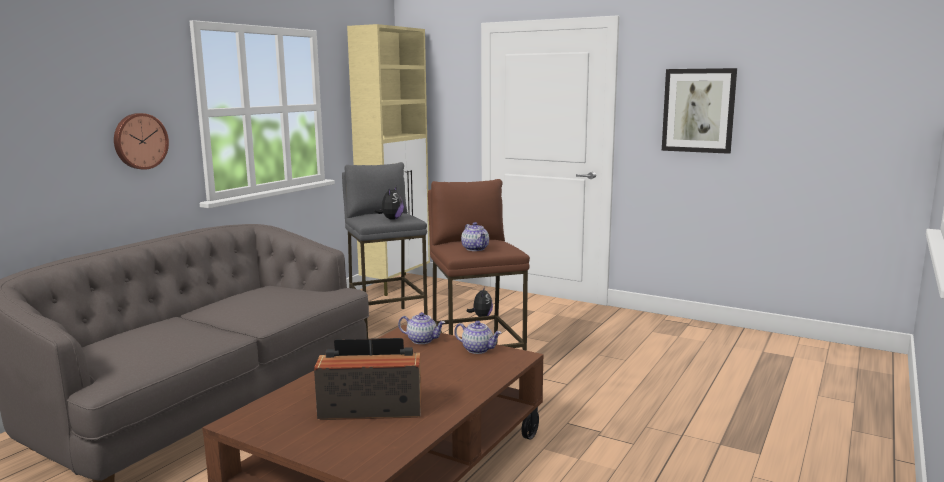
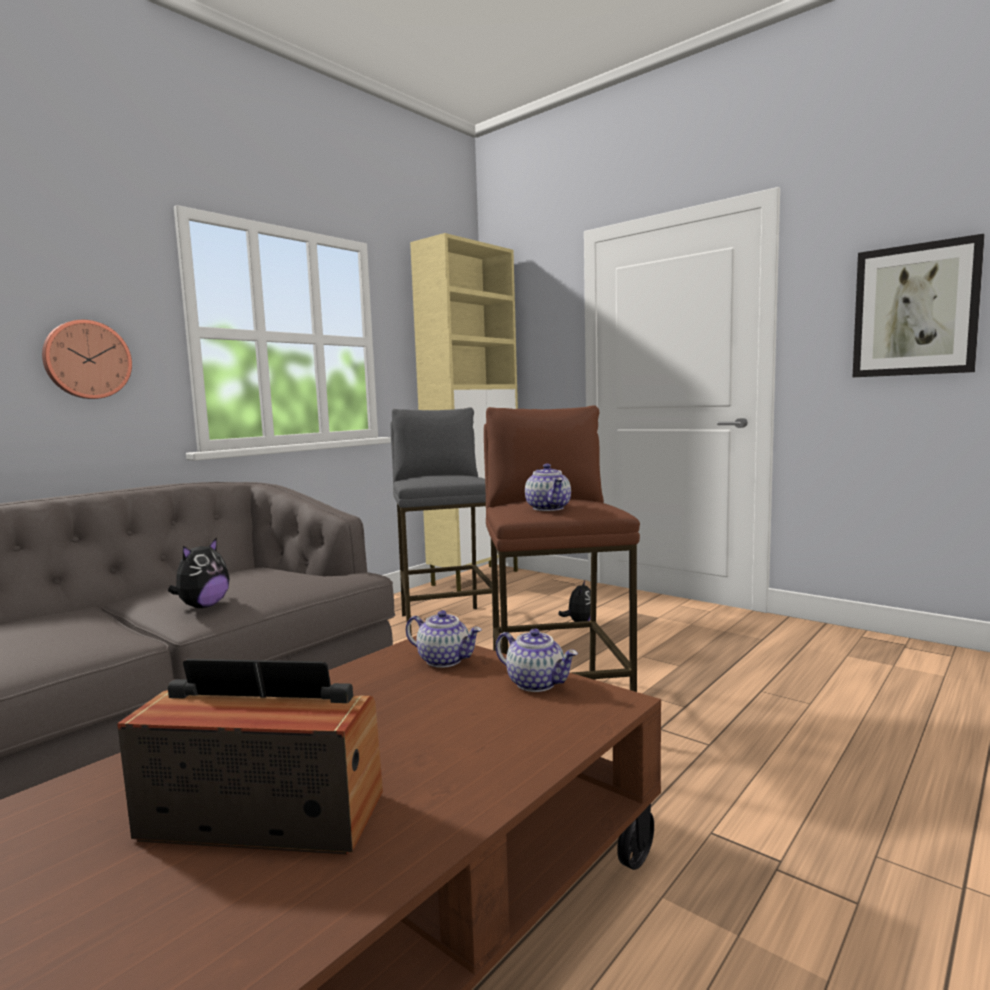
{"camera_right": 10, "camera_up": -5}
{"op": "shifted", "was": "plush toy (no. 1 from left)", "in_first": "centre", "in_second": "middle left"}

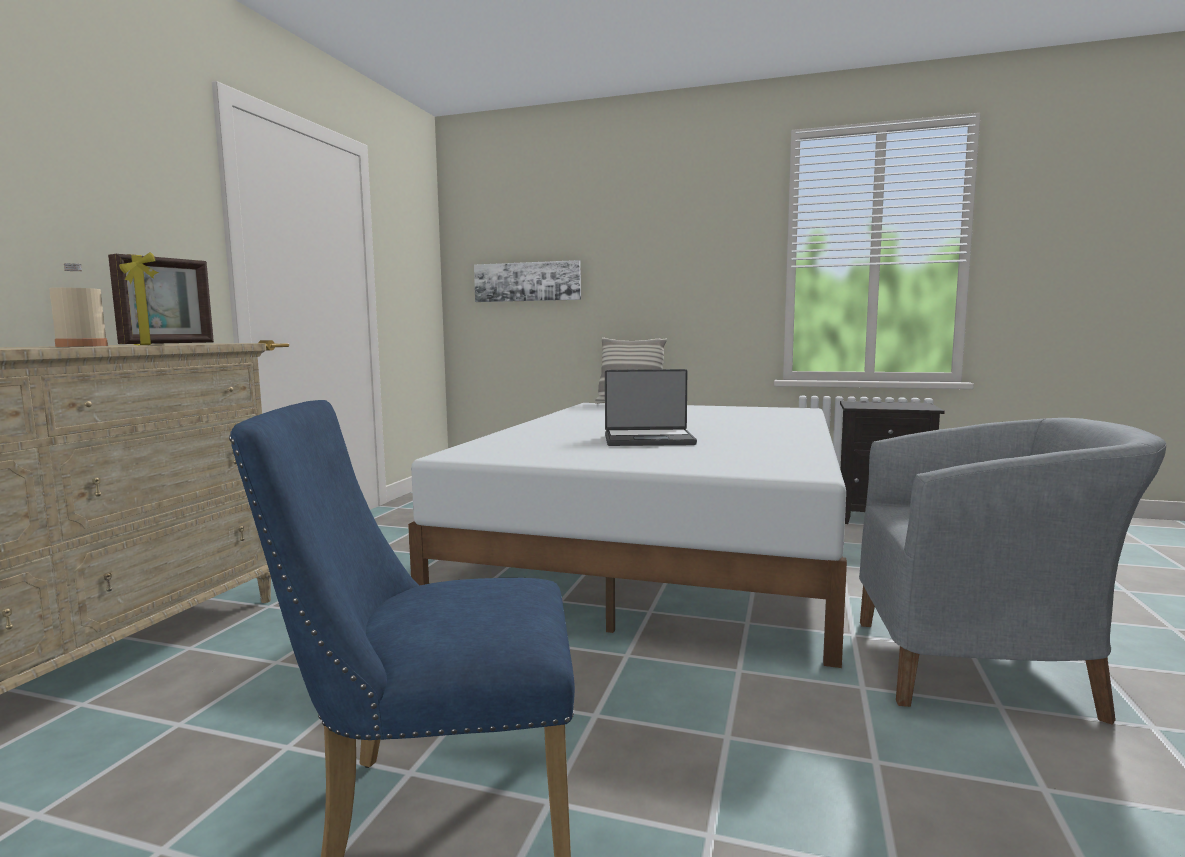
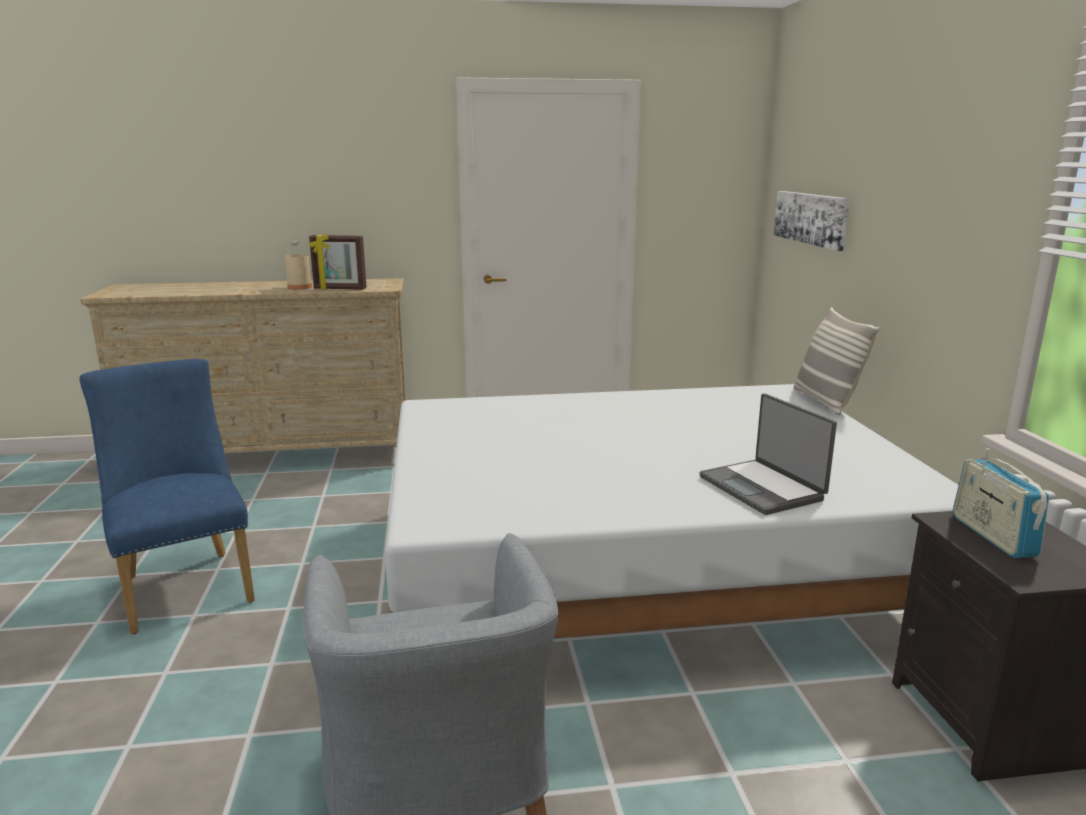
{"camera_right": 65, "camera_up": 10}
{"op": "shifted", "was": "portable computer", "in_first": "centre", "in_second": "middle right"}
{"op": "new", "now": "radio receiver", "in_second": "middle right"}

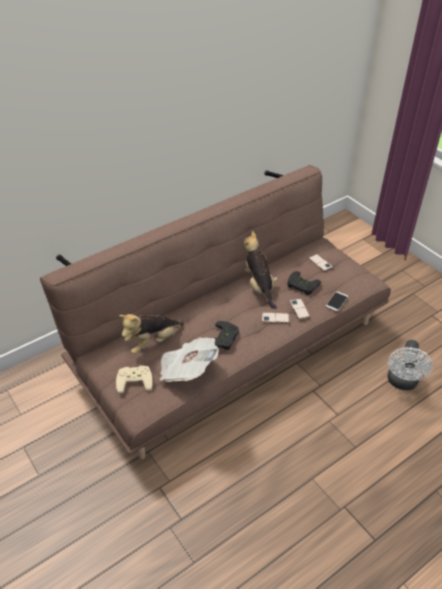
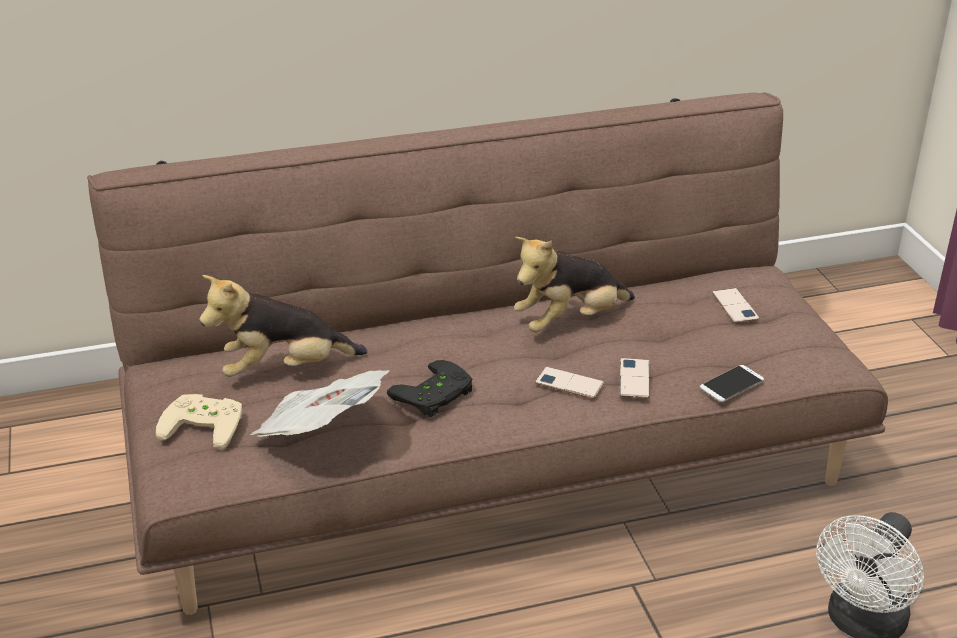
{"camera_right": 20, "camera_up": -10}
{"op": "rotated", "was": "plush toy (no. 2 from left)", "in_first": "centre", "in_second": "centre", "clockwise": -120}
{"op": "gone", "was": "joypad/black-coloured (no. 2 from left)", "in_first": "middle right"}

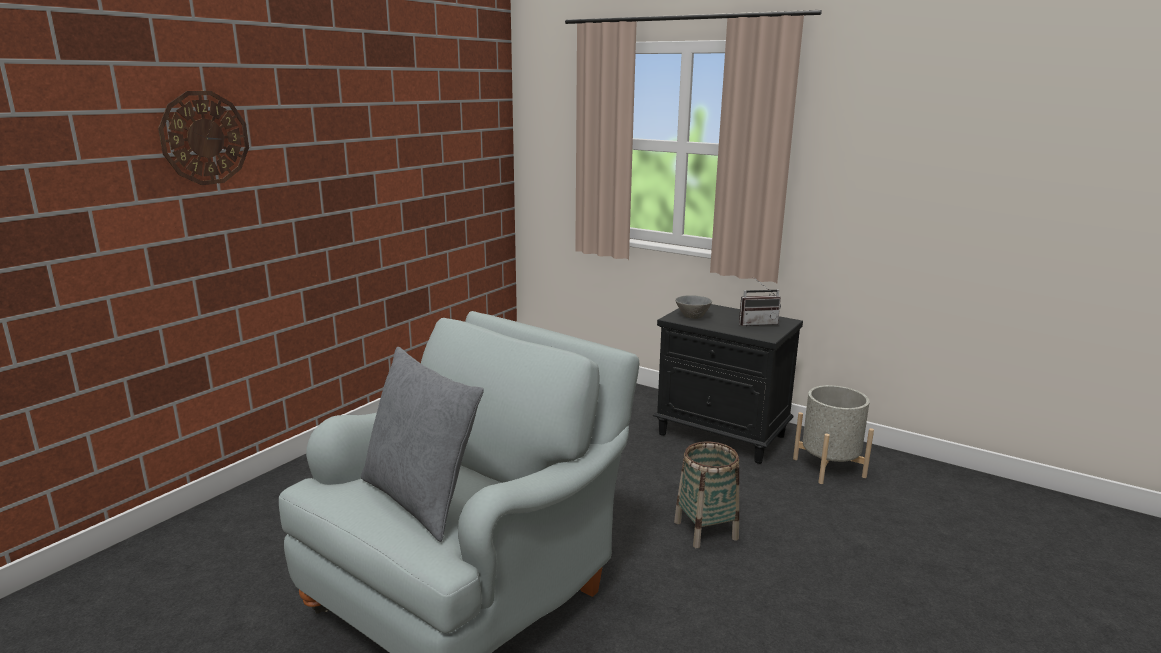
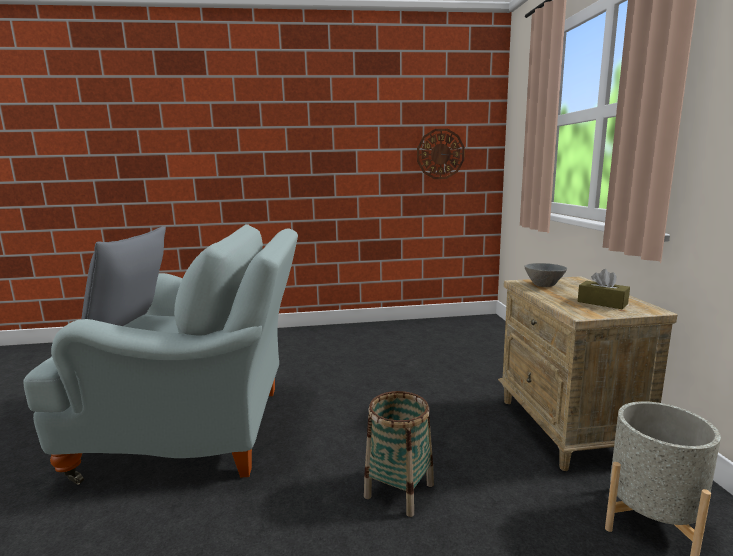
{"camera_right": 50, "camera_up": -5}
{"op": "shifted", "was": "clock on the wall", "in_first": "top left", "in_second": "top centre"}
{"op": "swapped", "was": "radio receiver", "now": "tissue box/brown", "in_first": "centre", "in_second": "middle right"}
{"op": "repainted", "was": "night table/black-coloured", "now": "night table/beige", "in_first": "centre", "in_second": "bottom right"}

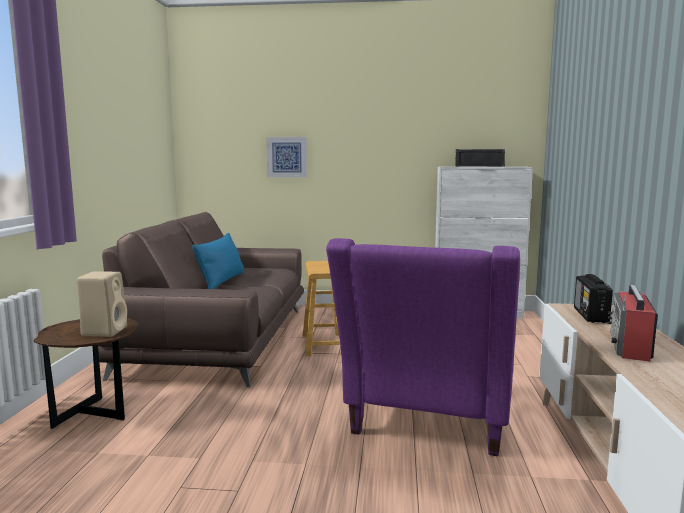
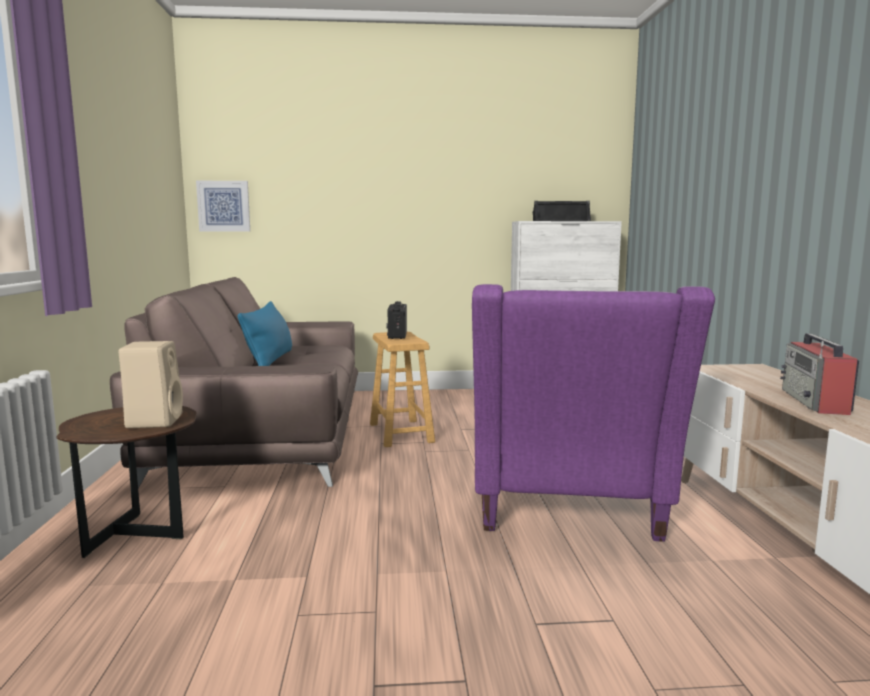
{"camera_right": -10, "camera_up": 0}
{"op": "shifted", "was": "wall picture", "in_first": "top centre", "in_second": "top left"}
{"op": "shifted", "was": "radio receiver (no. 1 from left)", "in_first": "middle right", "in_second": "centre"}

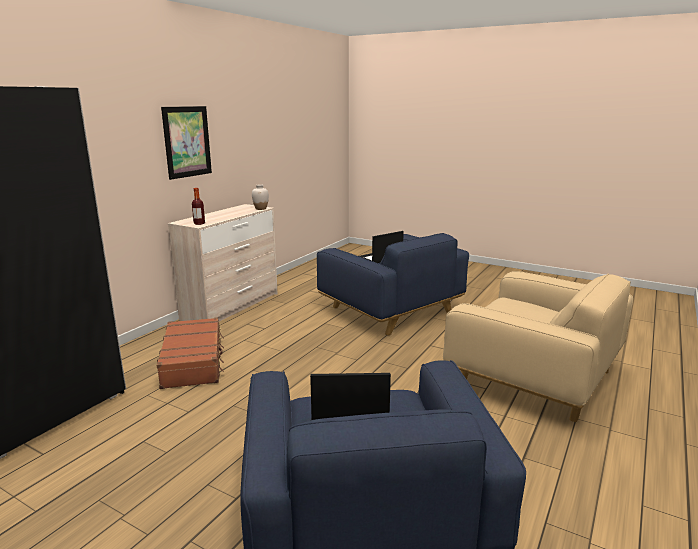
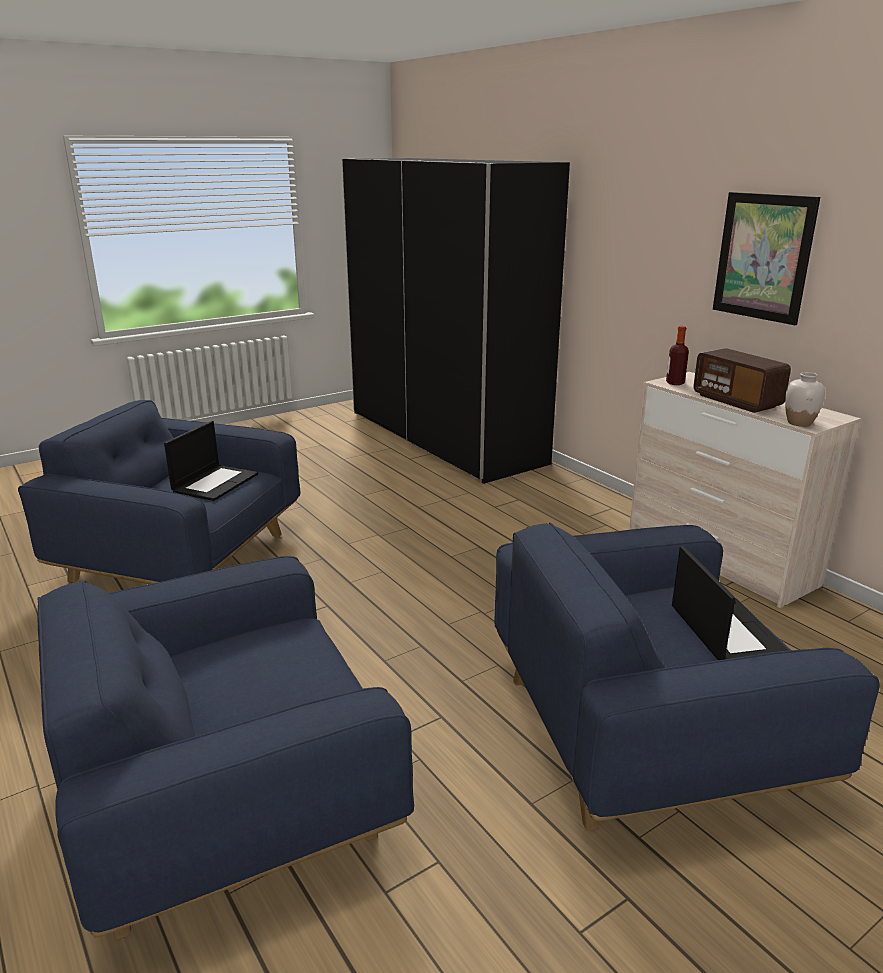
{"camera_right": 115, "camera_up": 5}
{"op": "repainted", "was": "lounge chair/beige", "now": "lounge chair/blue-coloured (no. 2 from left)", "in_first": "middle right", "in_second": "bottom left"}
{"op": "gone", "was": "suitcase/brown", "in_first": "middle left"}
{"op": "new", "now": "radio receiver", "in_second": "middle right"}

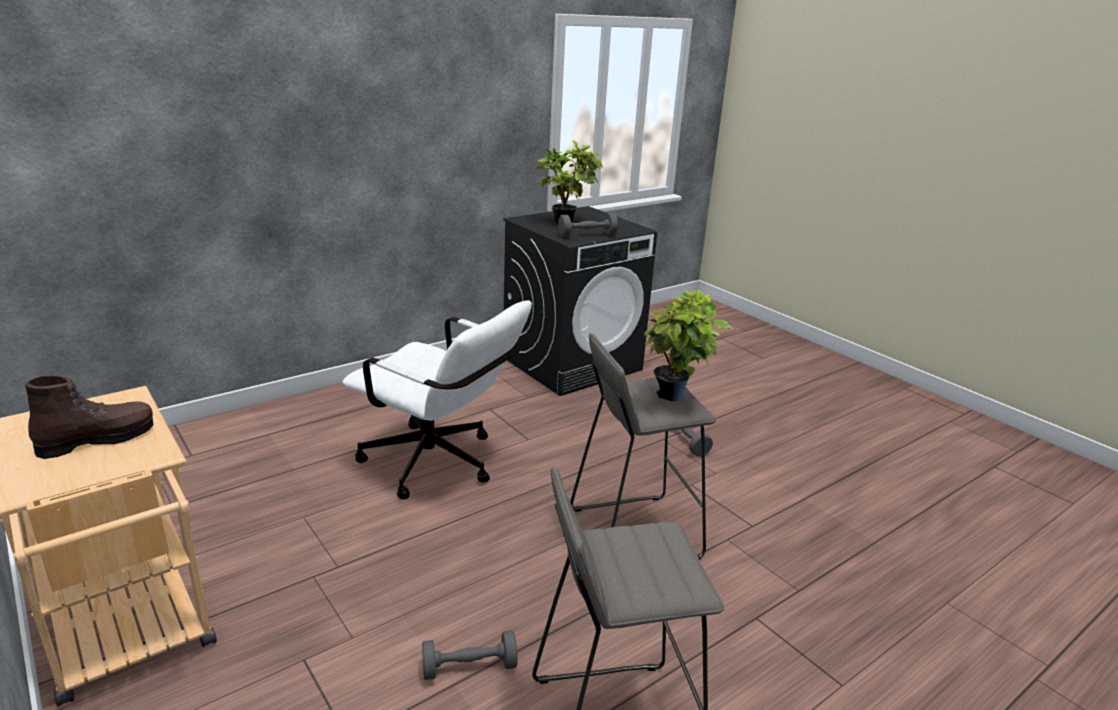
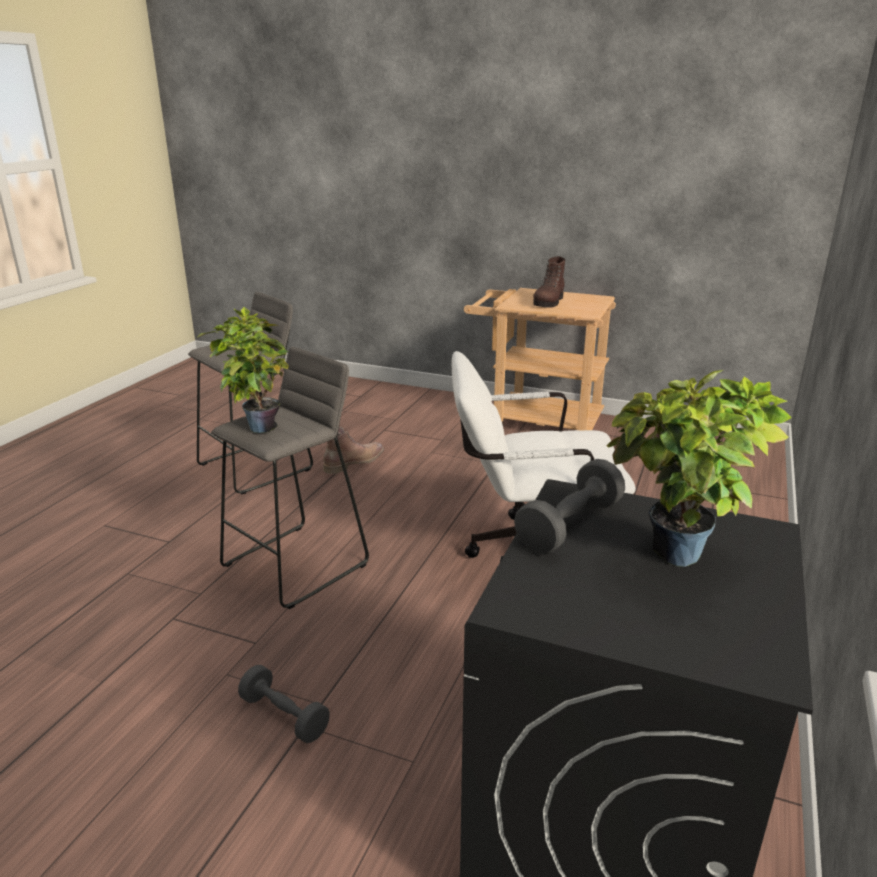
{"camera_right": 150, "camera_up": 0}
{"op": "swapped", "was": "dumbbell/greyish (no. 1 from left)", "now": "high-top boot/brown (no. 1 from left)", "in_first": "bottom centre", "in_second": "centre"}

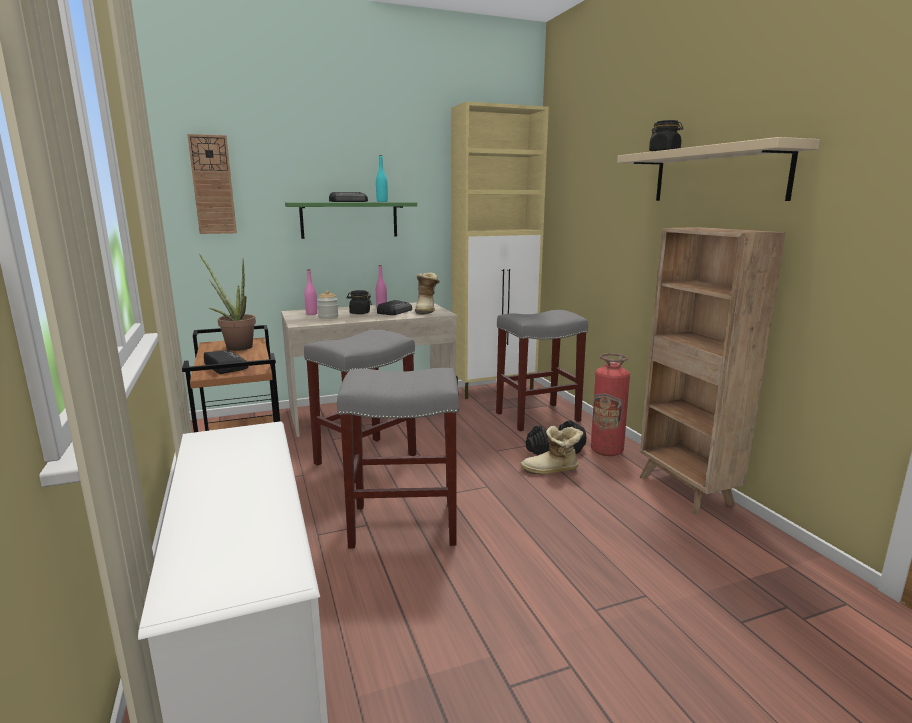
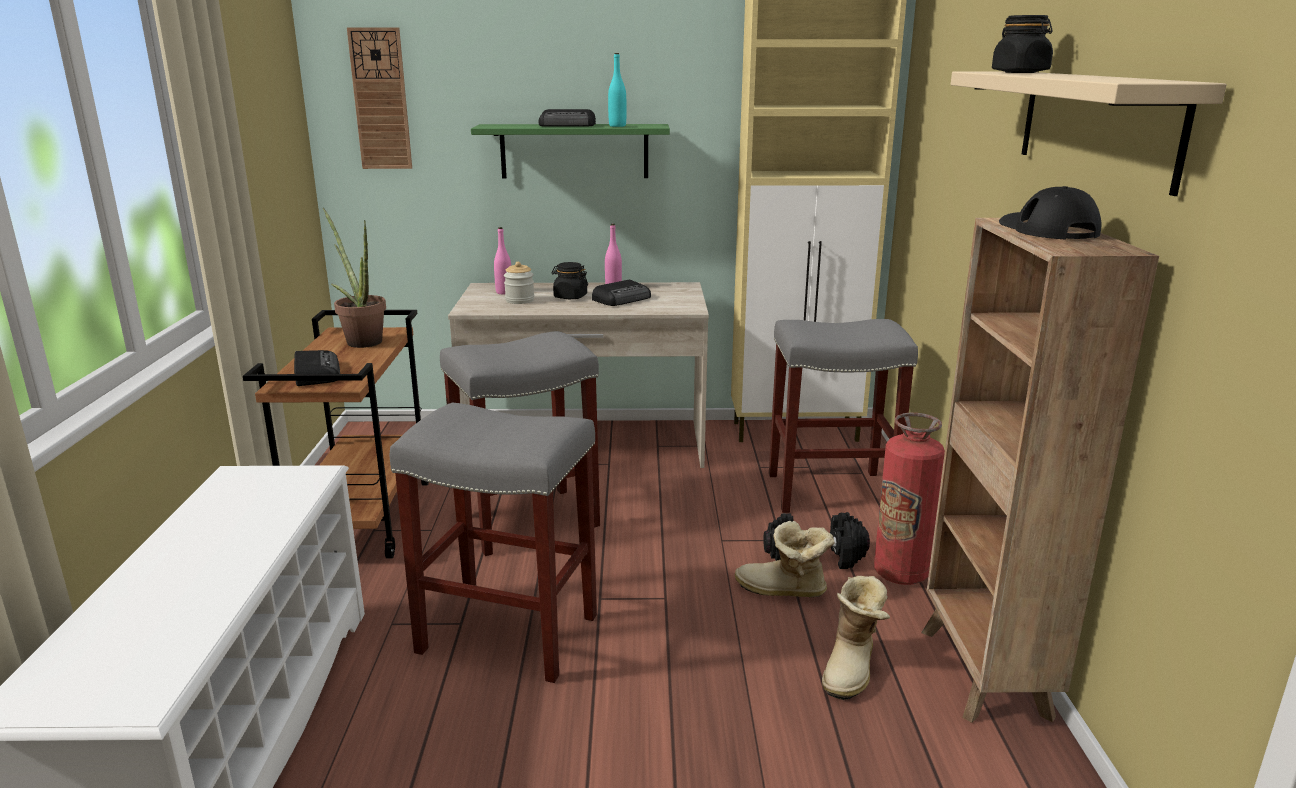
{"camera_right": 20, "camera_up": 5}
{"op": "shifted", "was": "high-top boot (no. 1 from left in the first image)", "now": "high-top boot (no. 2 from left)", "in_first": "centre", "in_second": "bottom centre"}
{"op": "new", "now": "cap/black-coloured", "in_second": "top right"}

